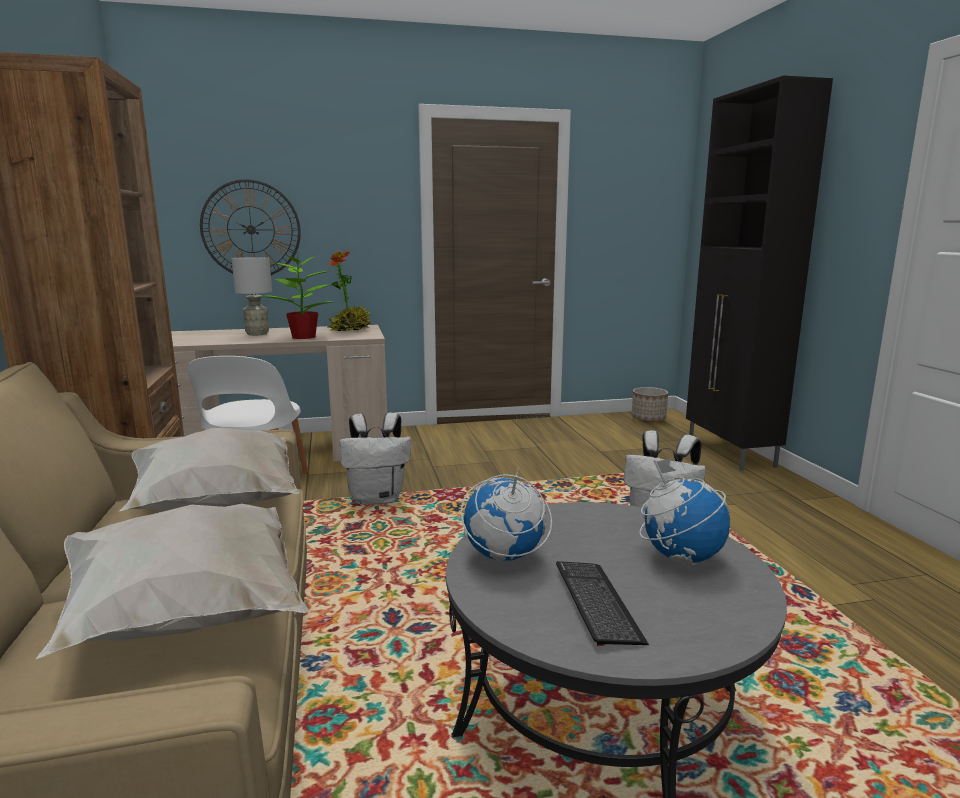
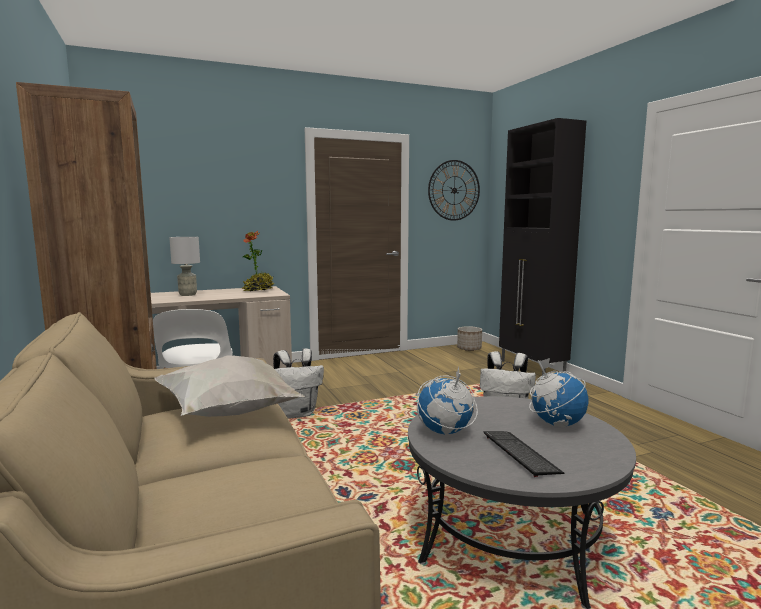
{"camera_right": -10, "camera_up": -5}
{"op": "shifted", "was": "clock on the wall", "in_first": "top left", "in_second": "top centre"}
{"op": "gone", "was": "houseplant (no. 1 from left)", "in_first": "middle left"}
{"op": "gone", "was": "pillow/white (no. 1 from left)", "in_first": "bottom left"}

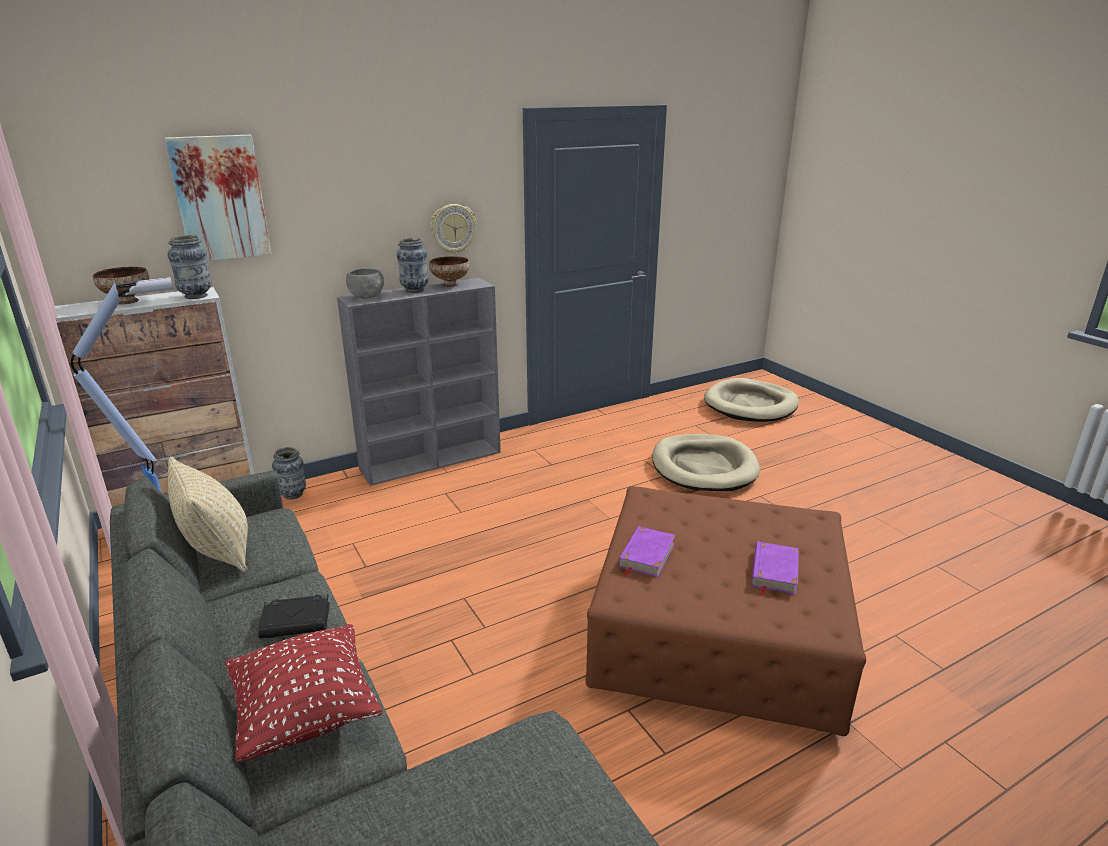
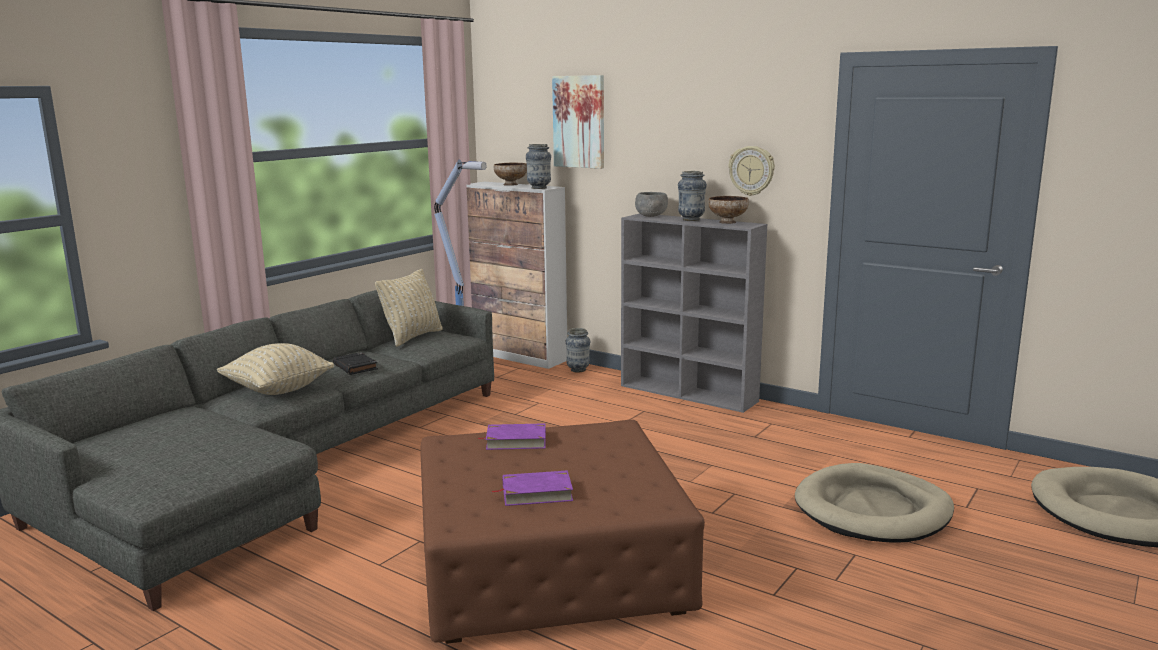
{"camera_right": 65, "camera_up": -10}
{"op": "repainted", "was": "pillow/red-coloured", "now": "pillow/beige (no. 1 from left)", "in_first": "bottom left", "in_second": "middle left"}

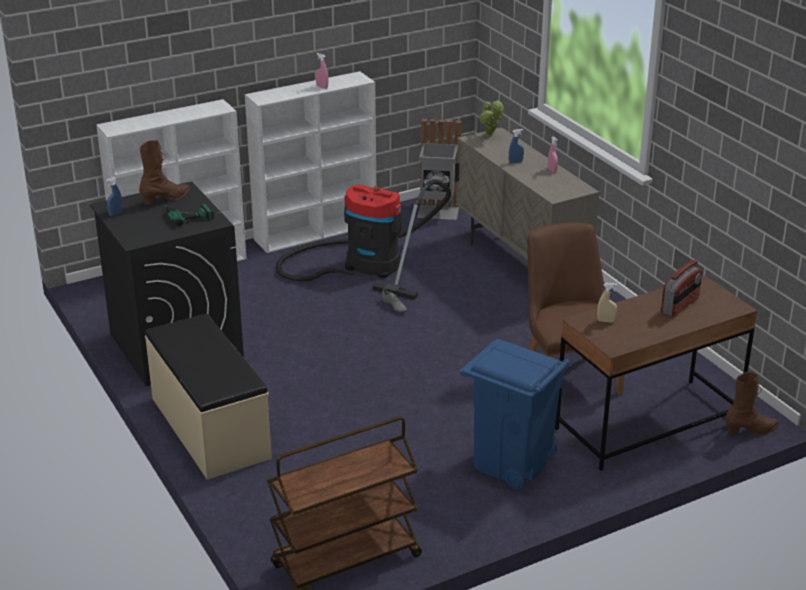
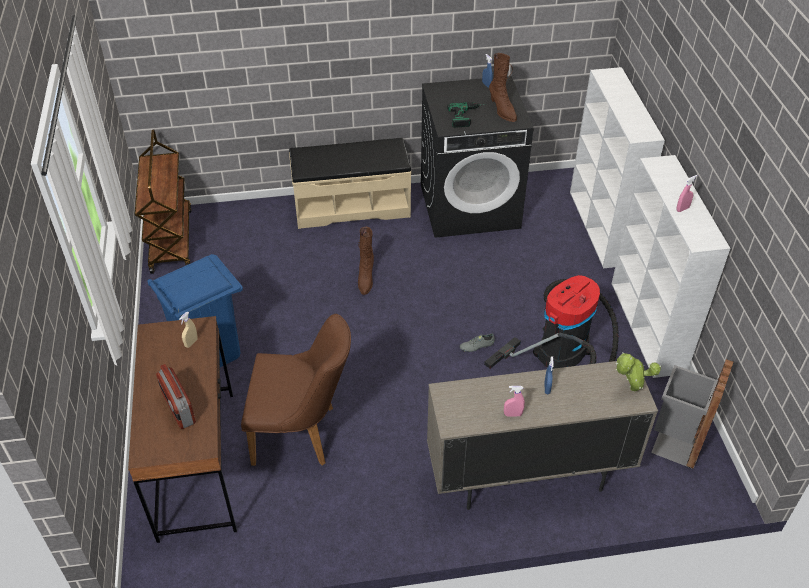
{"camera_right": 110, "camera_up": 15}
{"op": "shifted", "was": "high-top boot/brown (no. 2 from left in the first image)", "now": "high-top boot/brown (no. 1 from left)", "in_first": "bottom right", "in_second": "centre"}

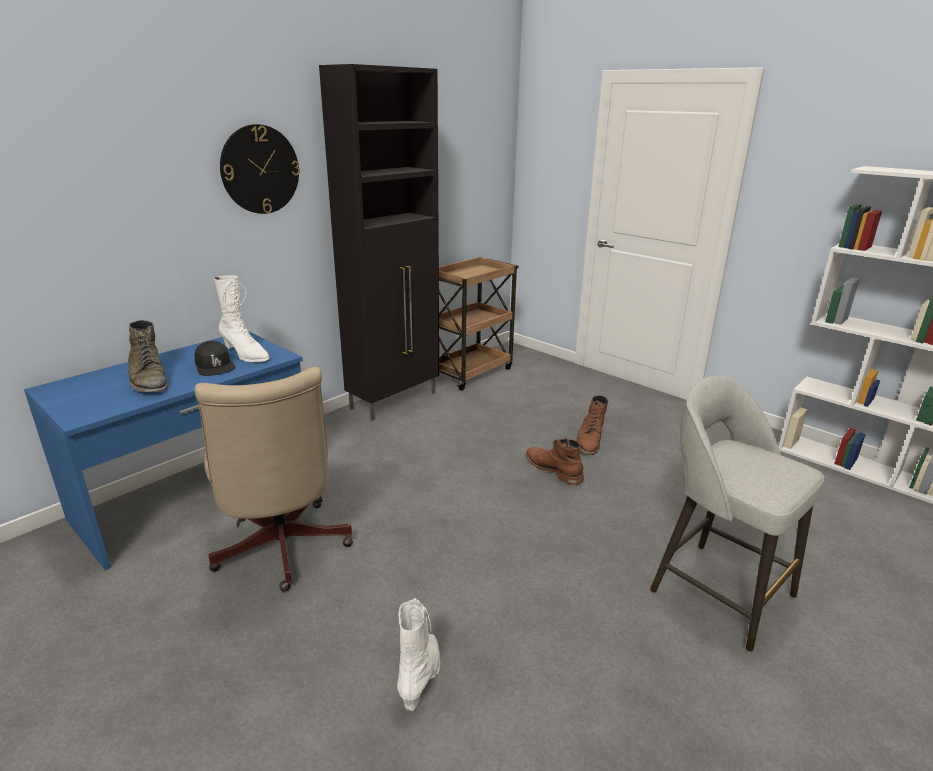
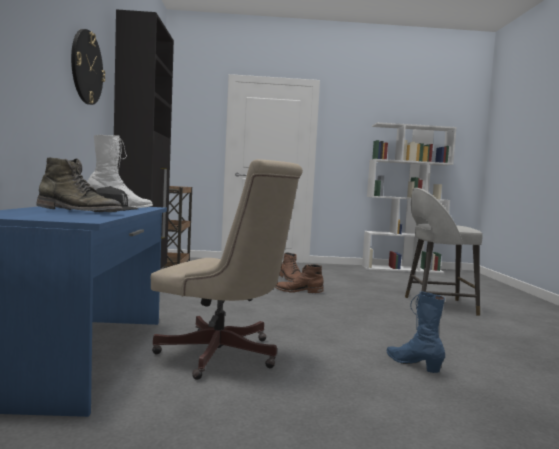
{"camera_right": -45, "camera_up": -20}
{"op": "repainted", "was": "high-top boot/white (no. 2 from left)", "now": "high-top boot/blue-coloured", "in_first": "bottom centre", "in_second": "bottom right"}

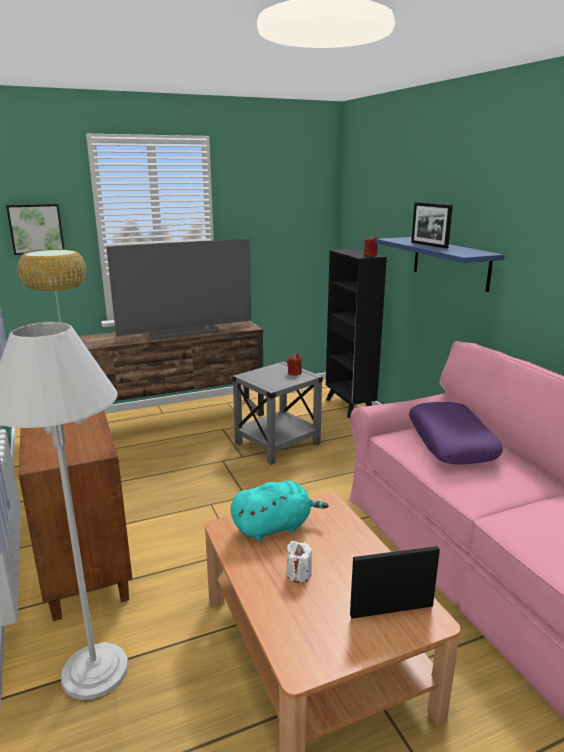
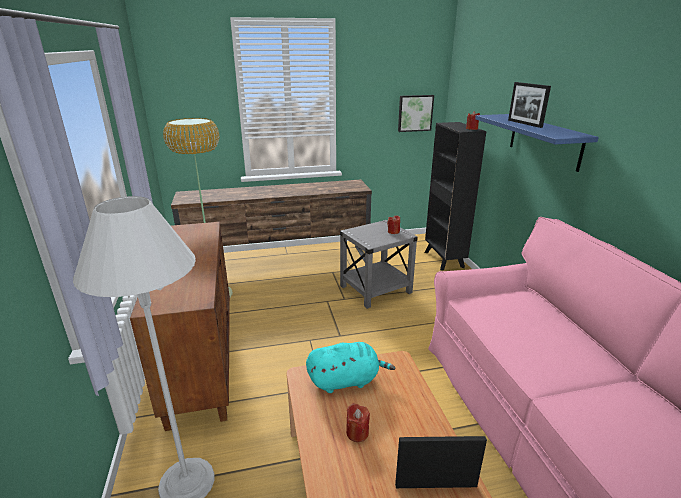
{"camera_right": 10, "camera_up": 5}
{"op": "shifted", "was": "wall picture", "in_first": "top left", "in_second": "top centre"}
{"op": "gone", "was": "TV", "in_first": "middle left"}
{"op": "gone", "was": "pillow/purple-coloured", "in_first": "middle right"}
{"op": "repainted", "was": "wax candle/white", "now": "wax candle/red-coloured (no. 1 from left)", "in_first": "bottom centre", "in_second": "bottom centre"}

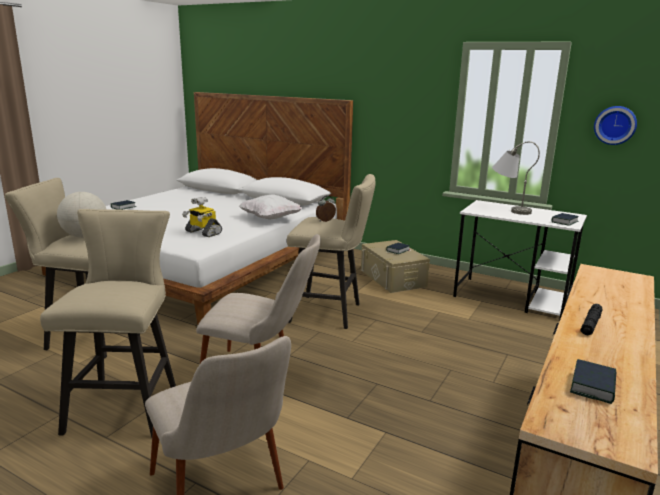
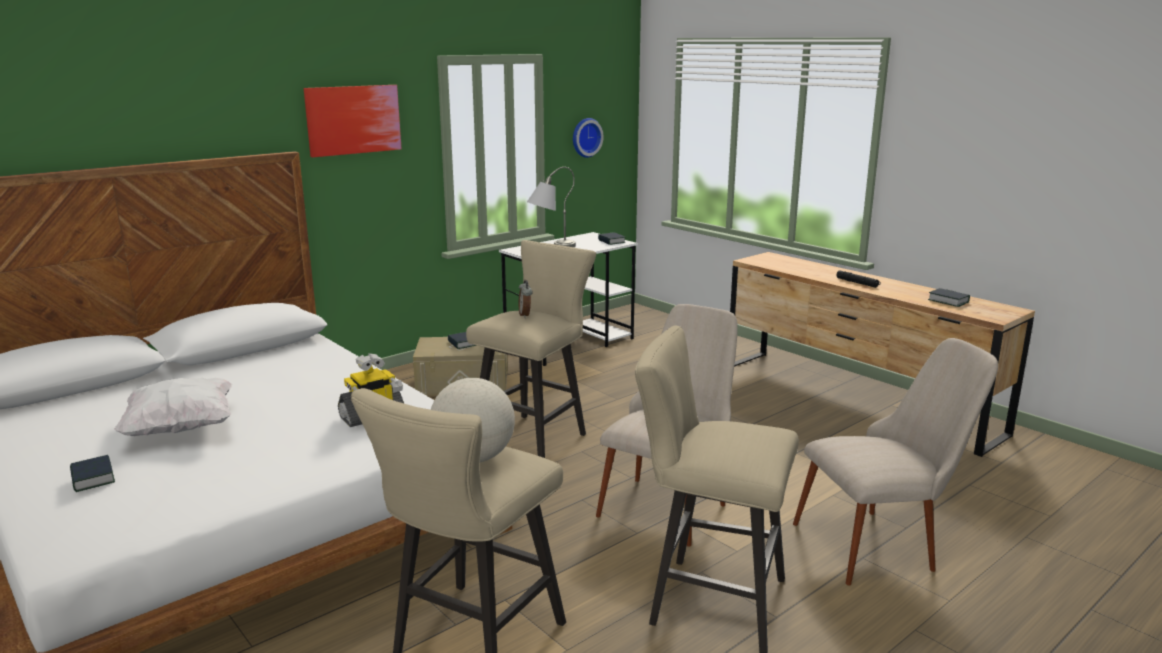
{"camera_right": -70, "camera_up": 0}
{"op": "shifted", "was": "pillow/white", "in_first": "centre", "in_second": "middle left"}
{"op": "new", "now": "wall picture", "in_second": "top left"}

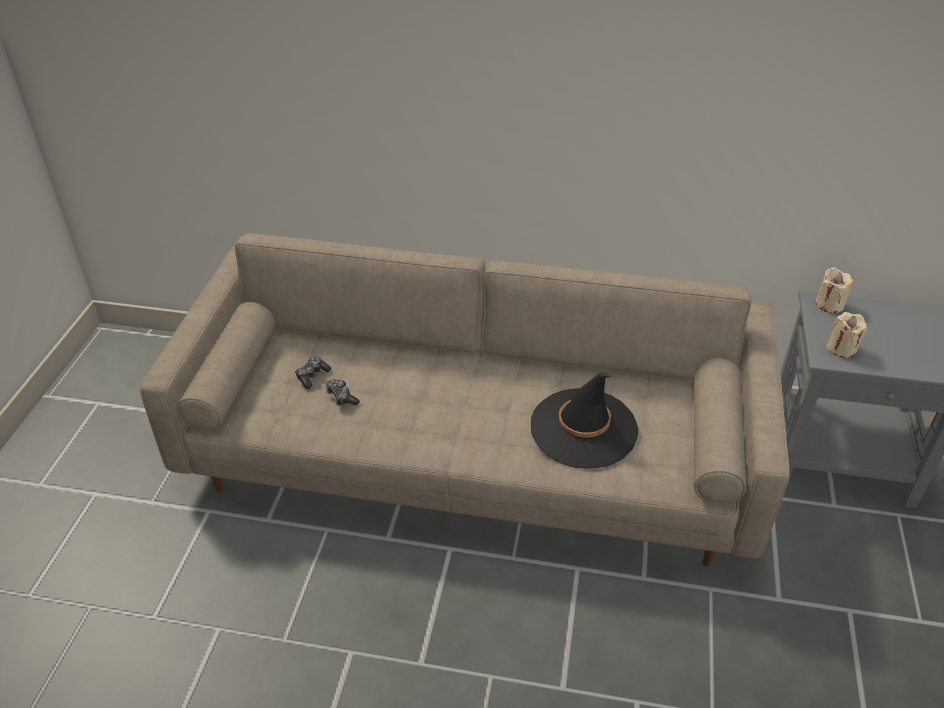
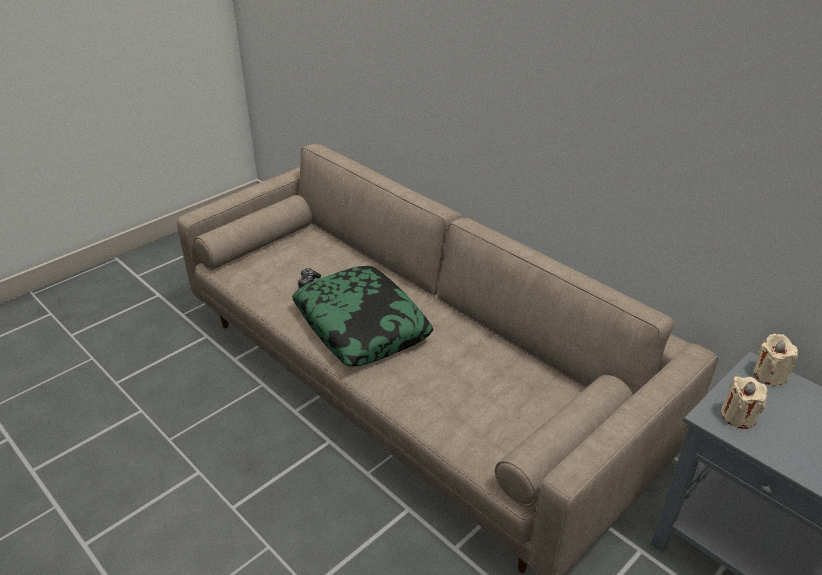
{"camera_right": 35, "camera_up": -5}
{"op": "gone", "was": "joypad (no. 1 from left)", "in_first": "middle left"}
{"op": "gone", "was": "hat/black-coloured", "in_first": "centre"}
{"op": "new", "now": "pillow", "in_second": "centre"}

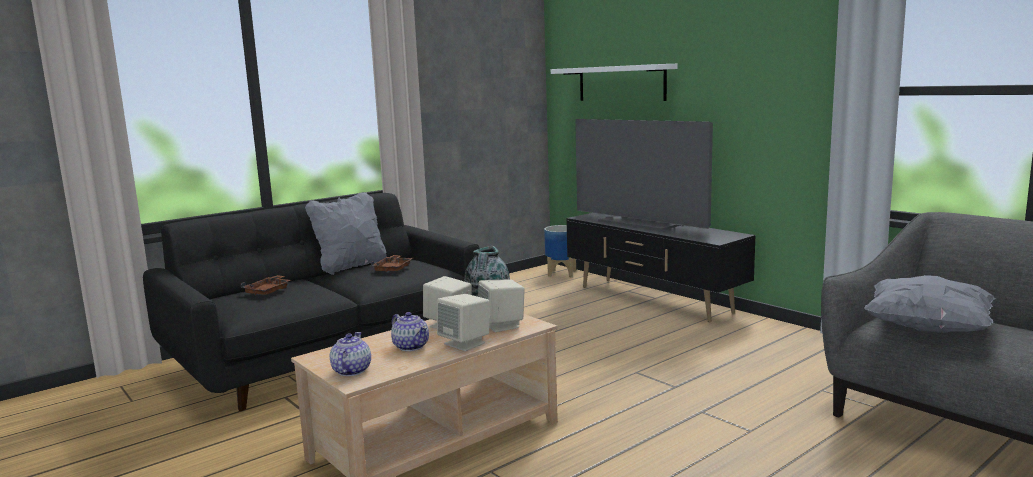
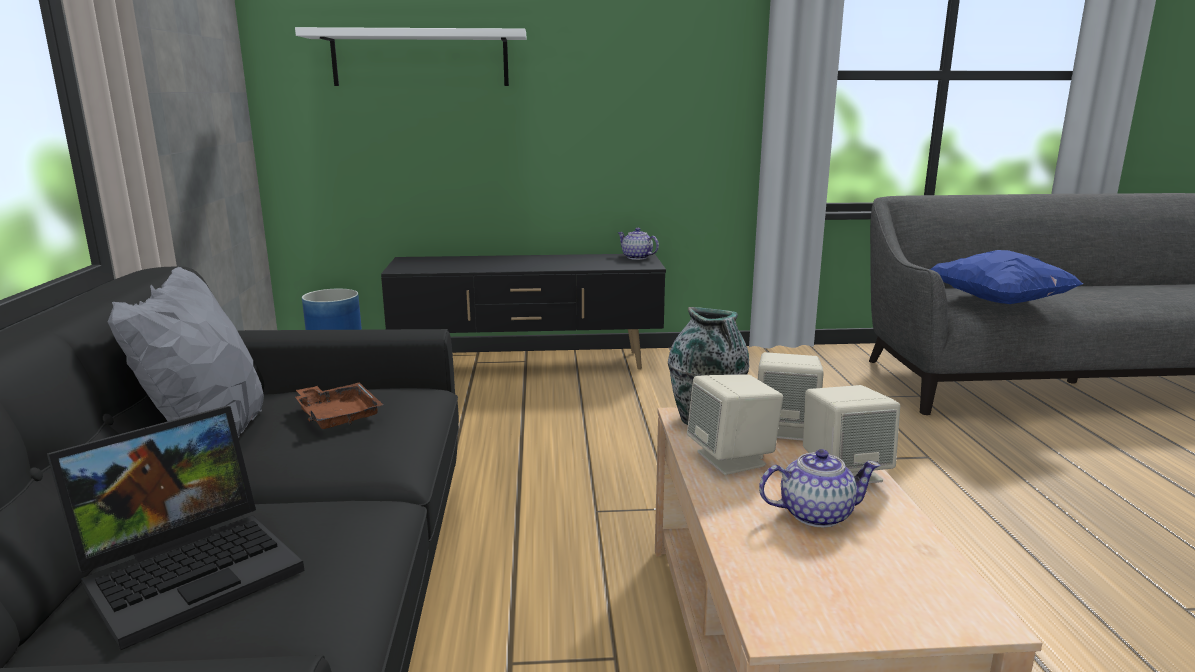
{"camera_right": -55, "camera_up": 5}
{"op": "gone", "was": "TV", "in_first": "centre"}
{"op": "swapped", "was": "carrying tray/brown (no. 1 from left)", "now": "portable computer", "in_first": "middle left", "in_second": "bottom left"}
{"op": "repainted", "was": "pillow/greyish (no. 2 from left)", "now": "pillow/blue-coloured", "in_first": "middle right", "in_second": "middle right"}
{"op": "shifted", "was": "tea pot (no. 1 from left)", "in_first": "bottom centre", "in_second": "centre"}

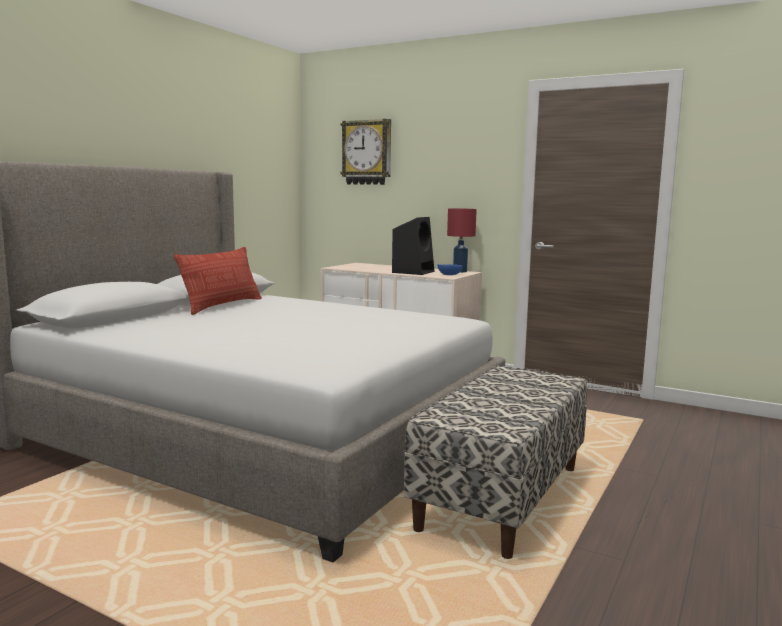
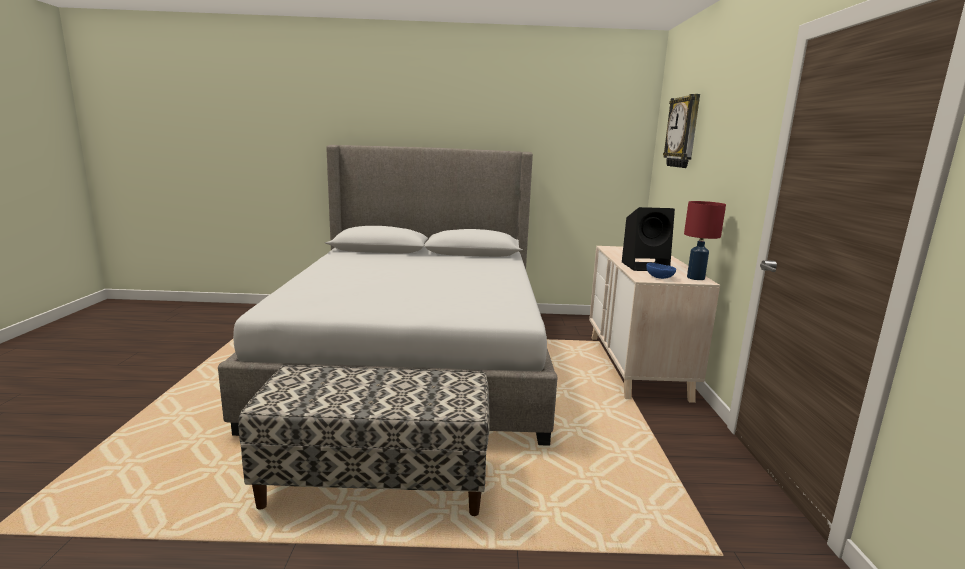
{"camera_right": 60, "camera_up": 5}
{"op": "gone", "was": "pillow", "in_first": "middle left"}

